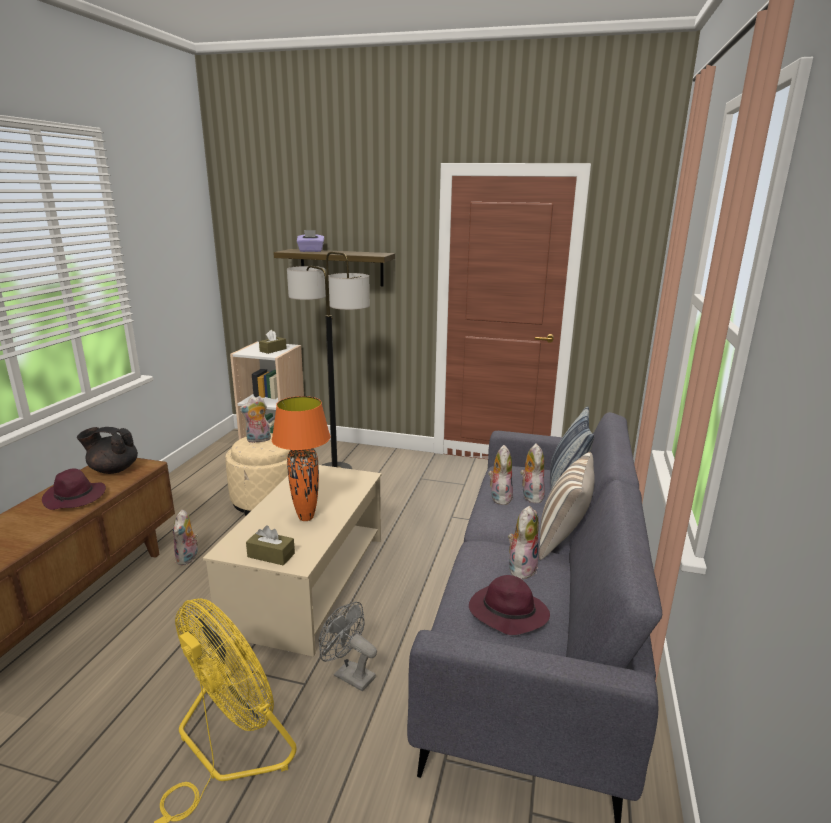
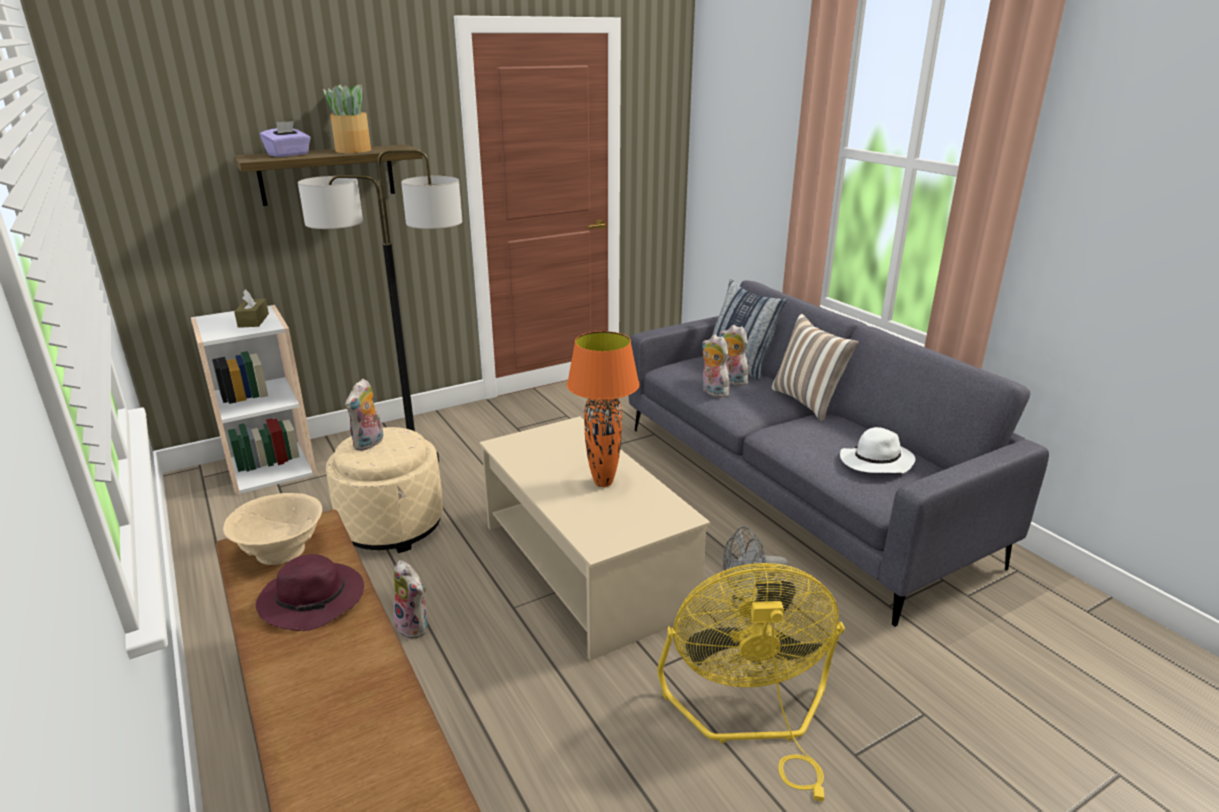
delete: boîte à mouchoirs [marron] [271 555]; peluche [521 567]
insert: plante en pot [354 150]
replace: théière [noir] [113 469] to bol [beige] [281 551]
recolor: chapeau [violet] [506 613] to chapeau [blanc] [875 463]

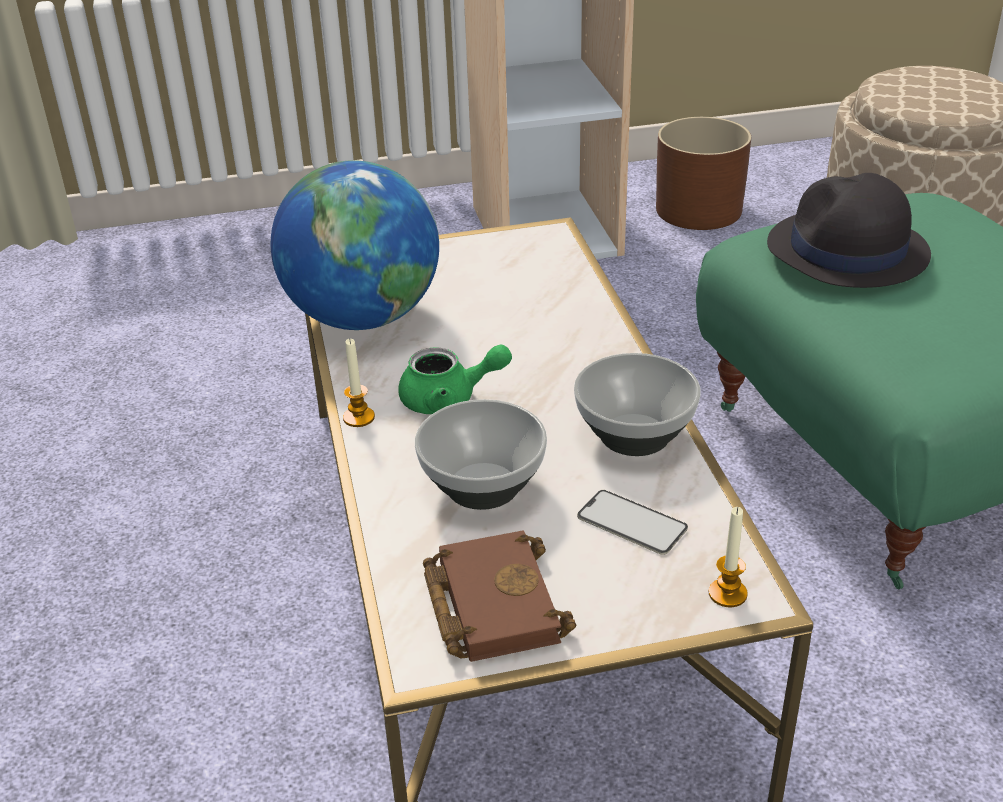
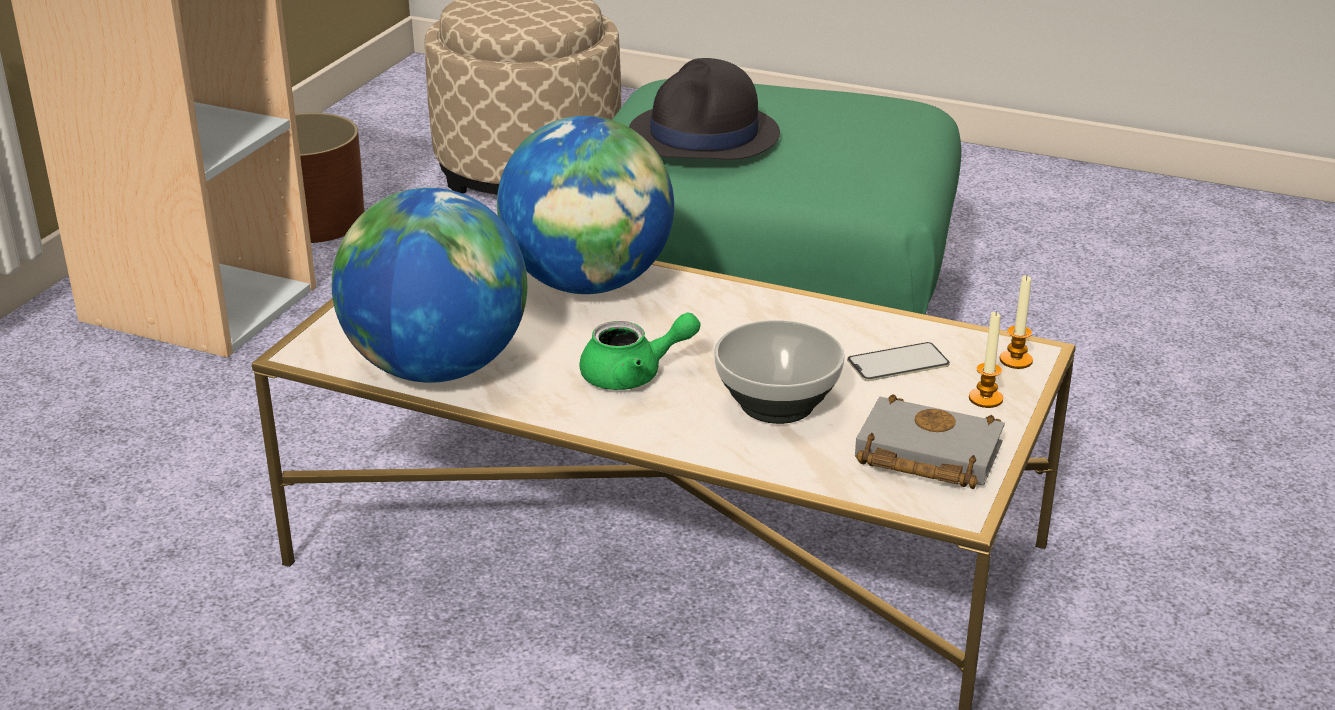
delete: bol [632 435]
insert: globe [588 283]
move: bougie [359 417] to [985 399]
recolor: livre [marron] [490 603] to livre [gris] [923 454]
rotate: théière [vert] [449 399] = [633 375] 45 degrees clockwise

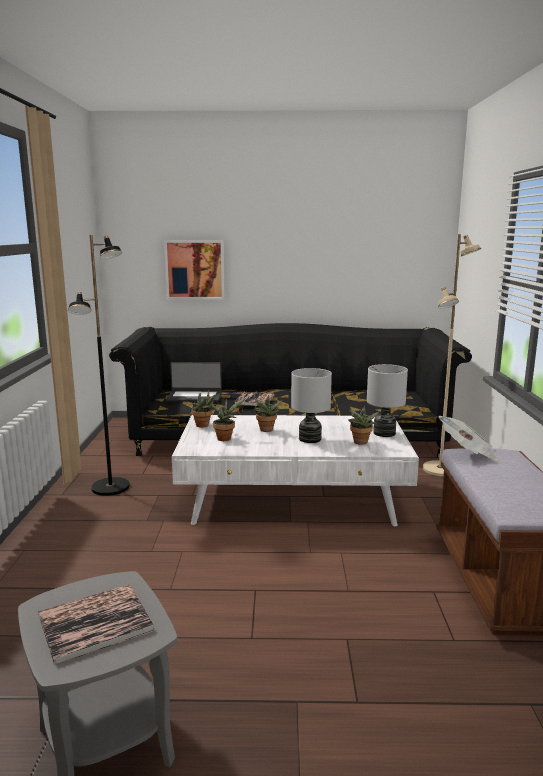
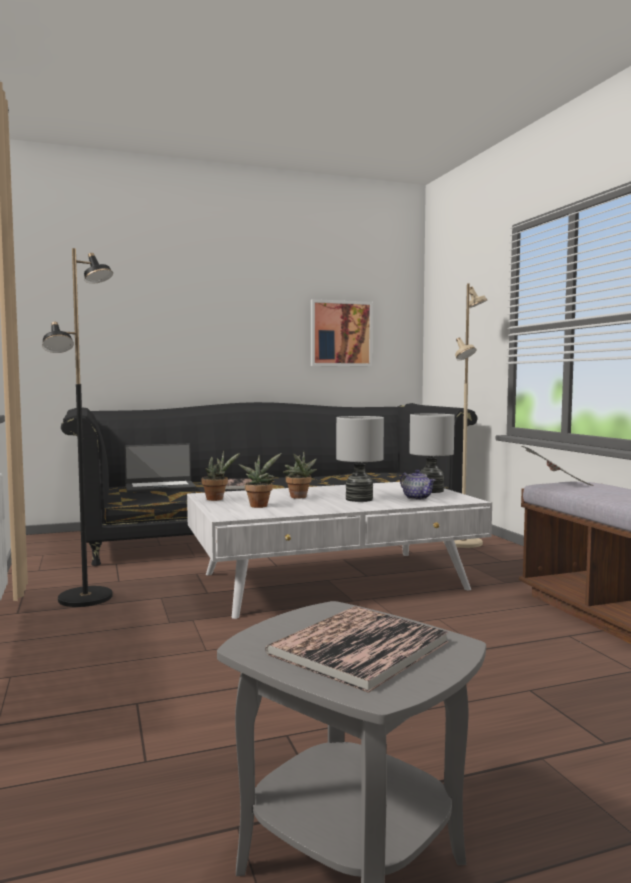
move: tableau [195 269] to [341 333]
replace: plante en pot [360 443] to théière [417 498]

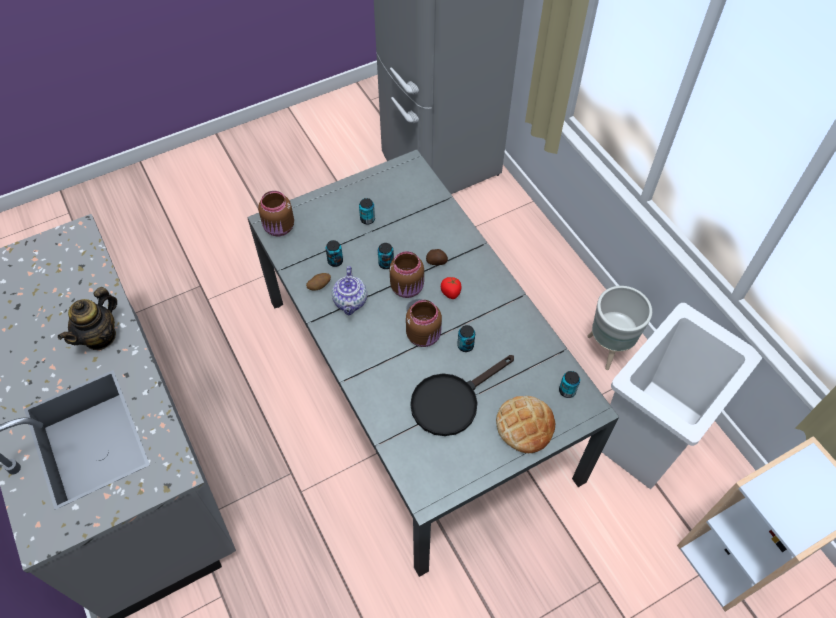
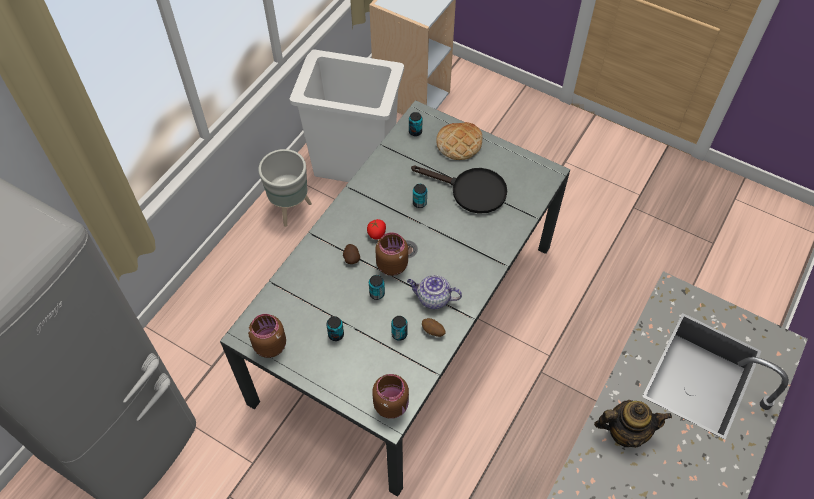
move: bocal [marron] [424 335] to [270 345]
rotate: théière [351 302] = [433 298] 135 degrees counterclockwise

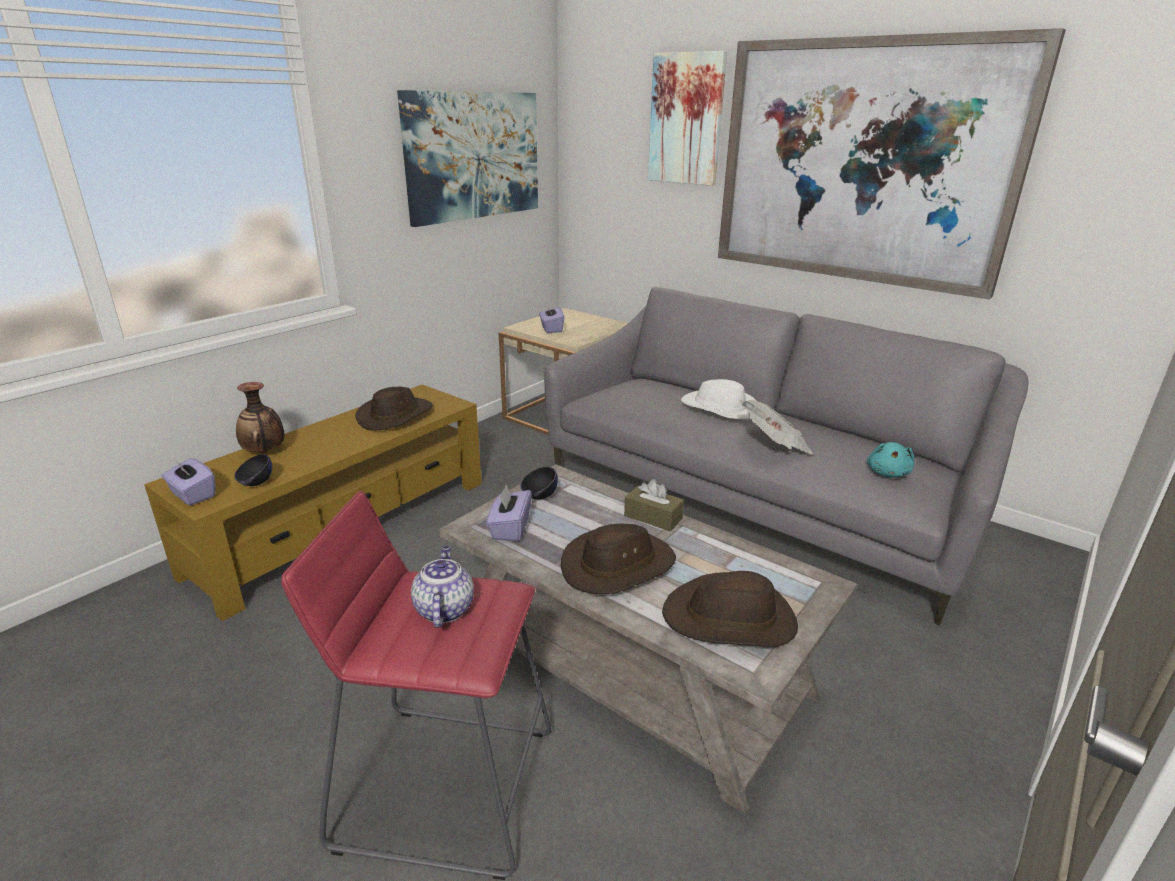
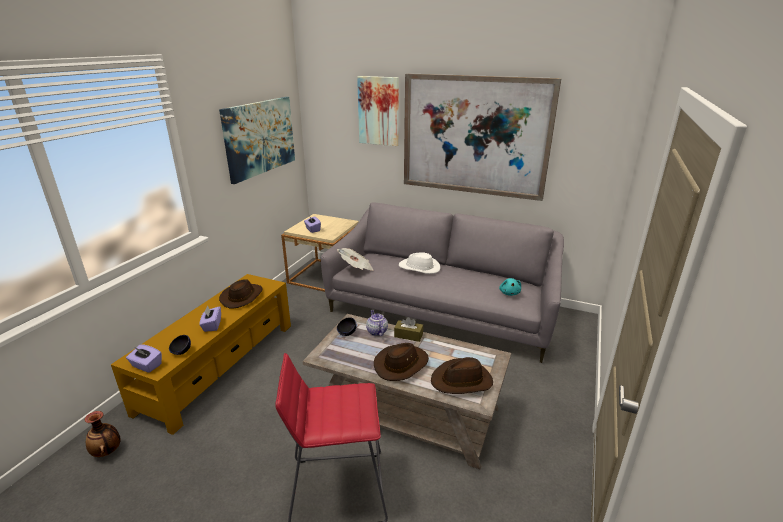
move: vase [265 452] to [107 451]; boîte à mouchoirs [violet] [510 528] to [212 325]; journal [774 445] to [356 268]; théière [443 609] to [376 331]

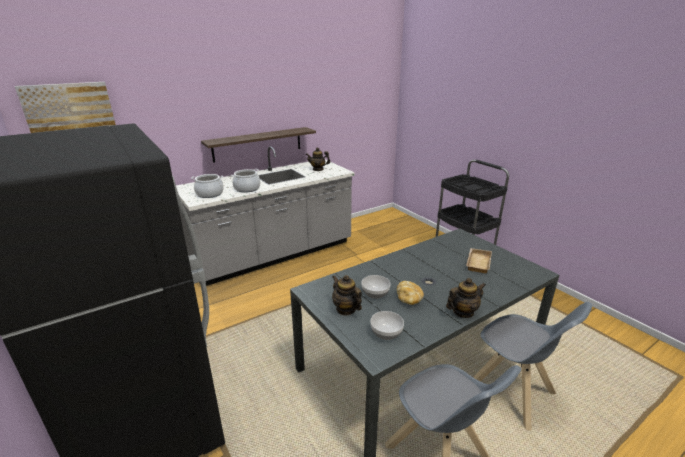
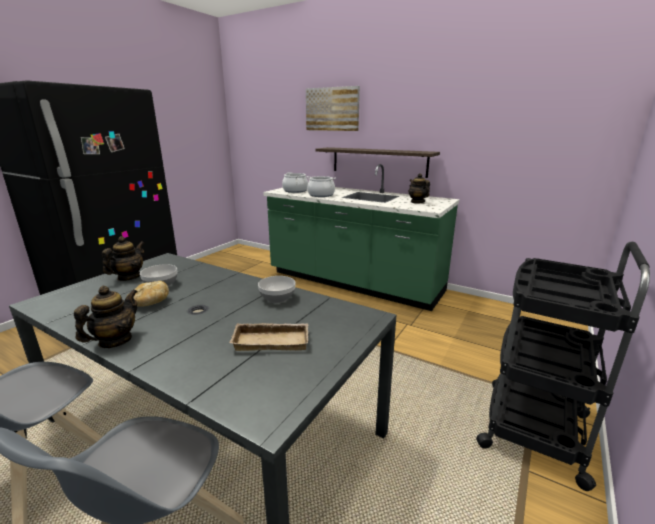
move: bol [385 333] to [277 298]; tableau [69 109] to [332 109]
recolor: comptoir de cuisine [gris] [274 255] to comptoir de cuisine [vert] [354 282]
rotate: théière [463 312] = [115 341] 105 degrees counterclockwise

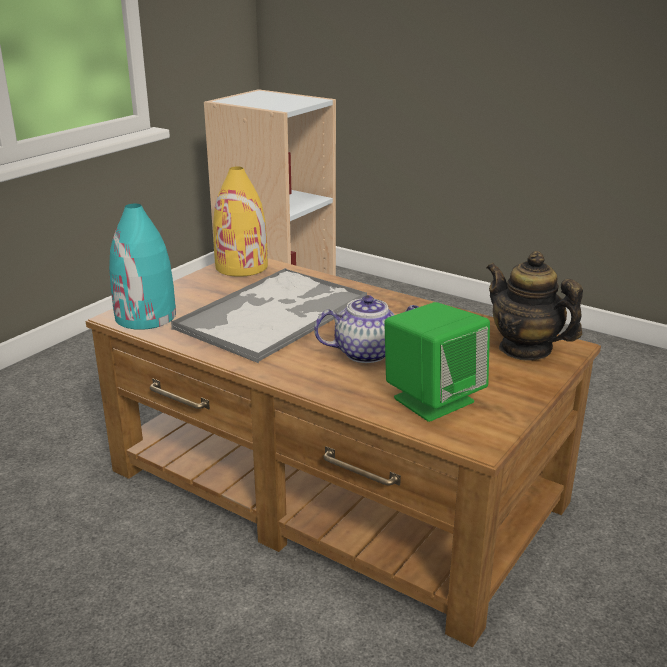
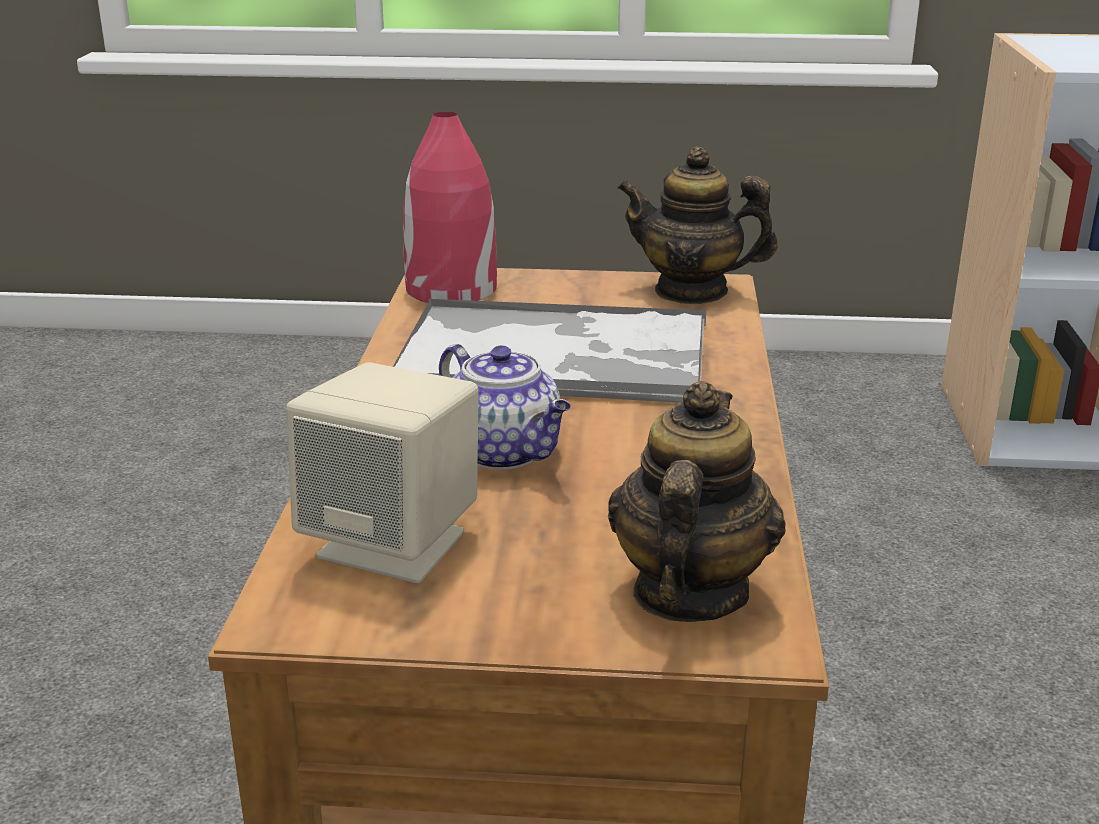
replace: vase [jaune] [242 267] to théière [691 291]
recolor: enceinte [vert] [433 399] to enceinte [beige] [394 544]; vase [turquoise] [145 317] to vase [rouge] [450 289]

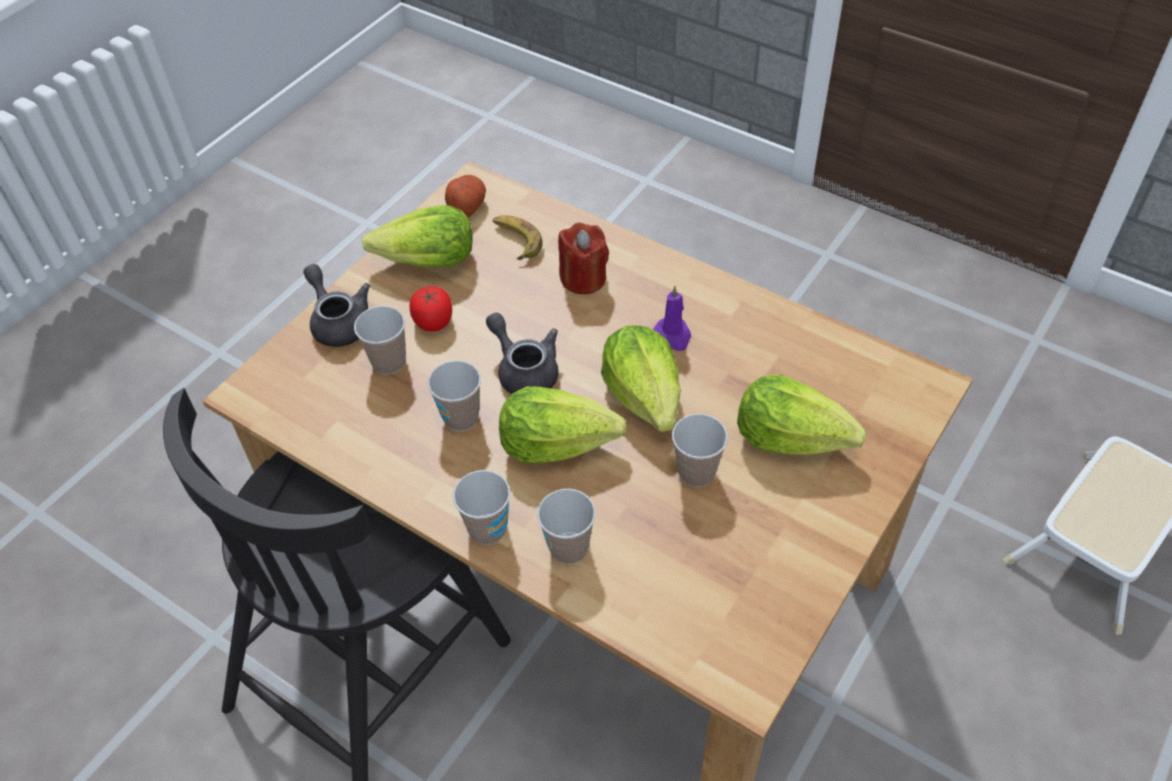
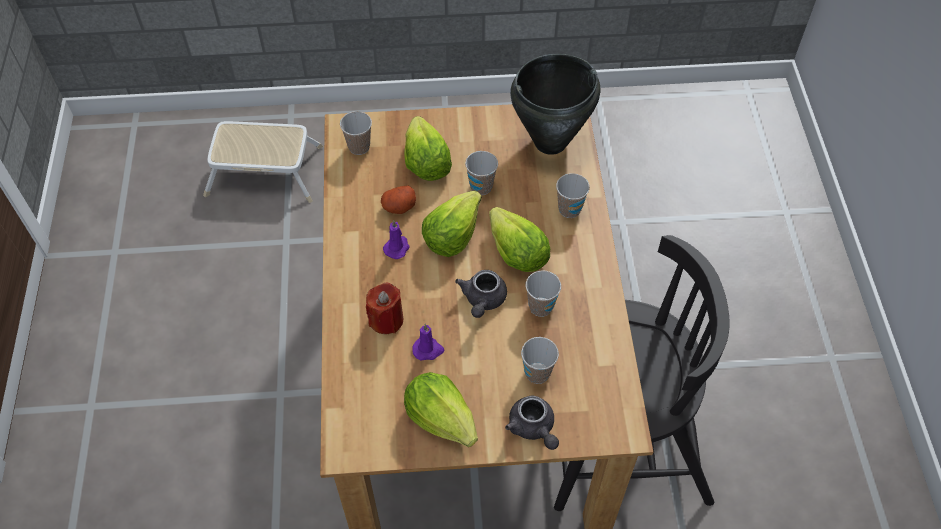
delete: tomate [433 321]; banane [516 240]
insert: bougie [violet] [428 350]; marmite [noir] [551 142]
move: tasse [487 529] to [359 147]; pomme de terre [466 206] to [399 207]
rotate: théière [gris] [338 321] = [533 428] 45 degrees counterclockwise

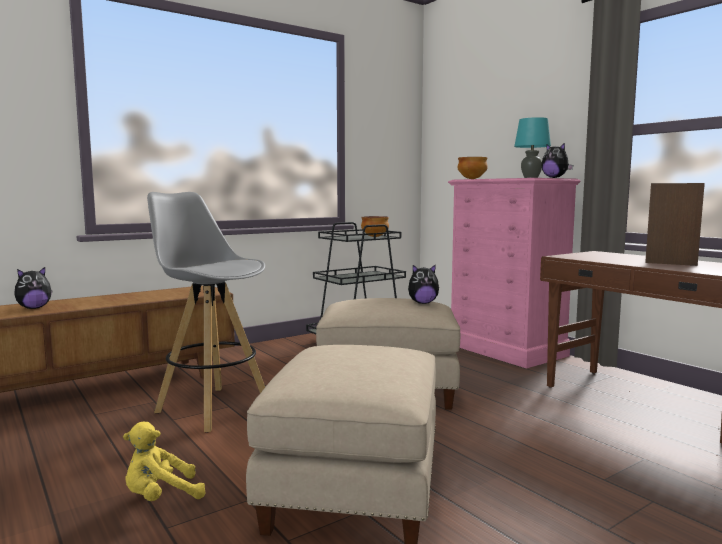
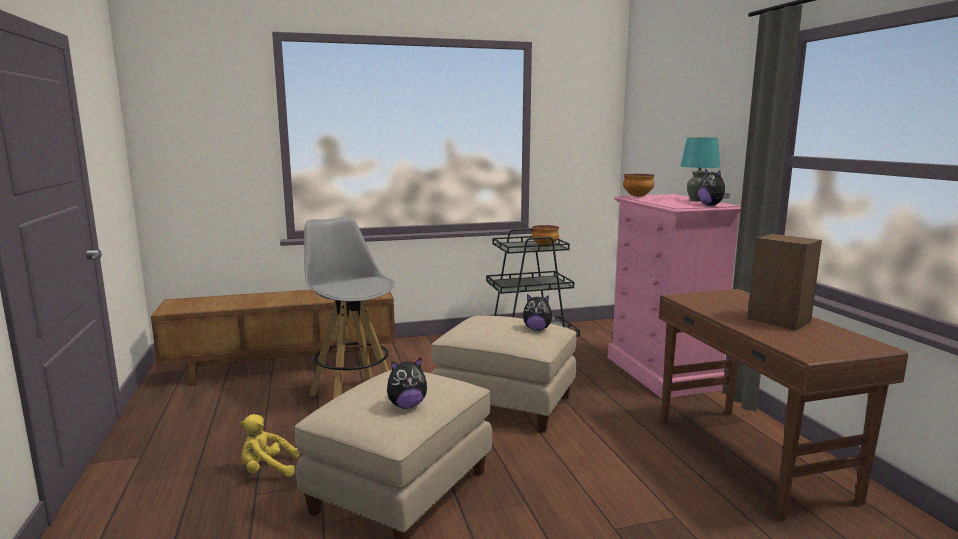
move: peluche [34 308] to [407 405]

